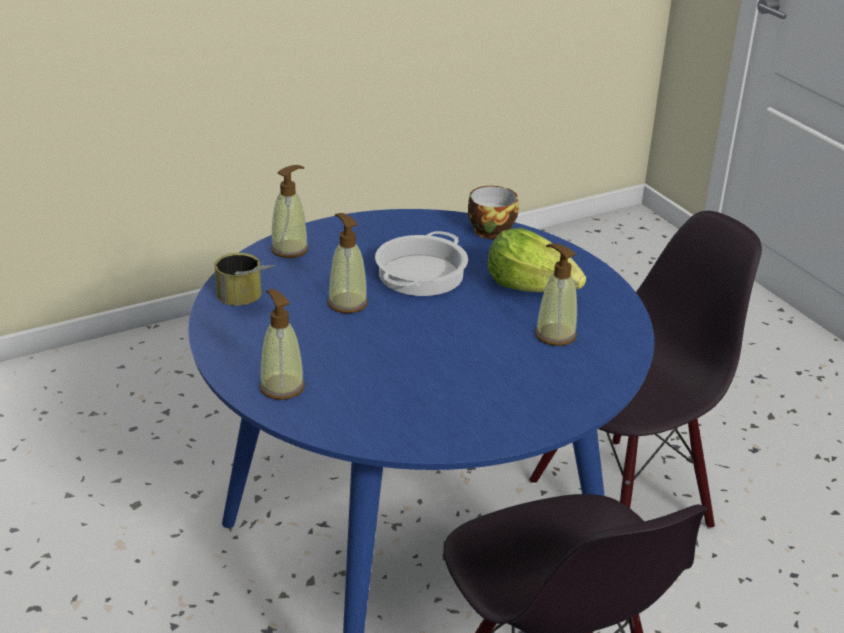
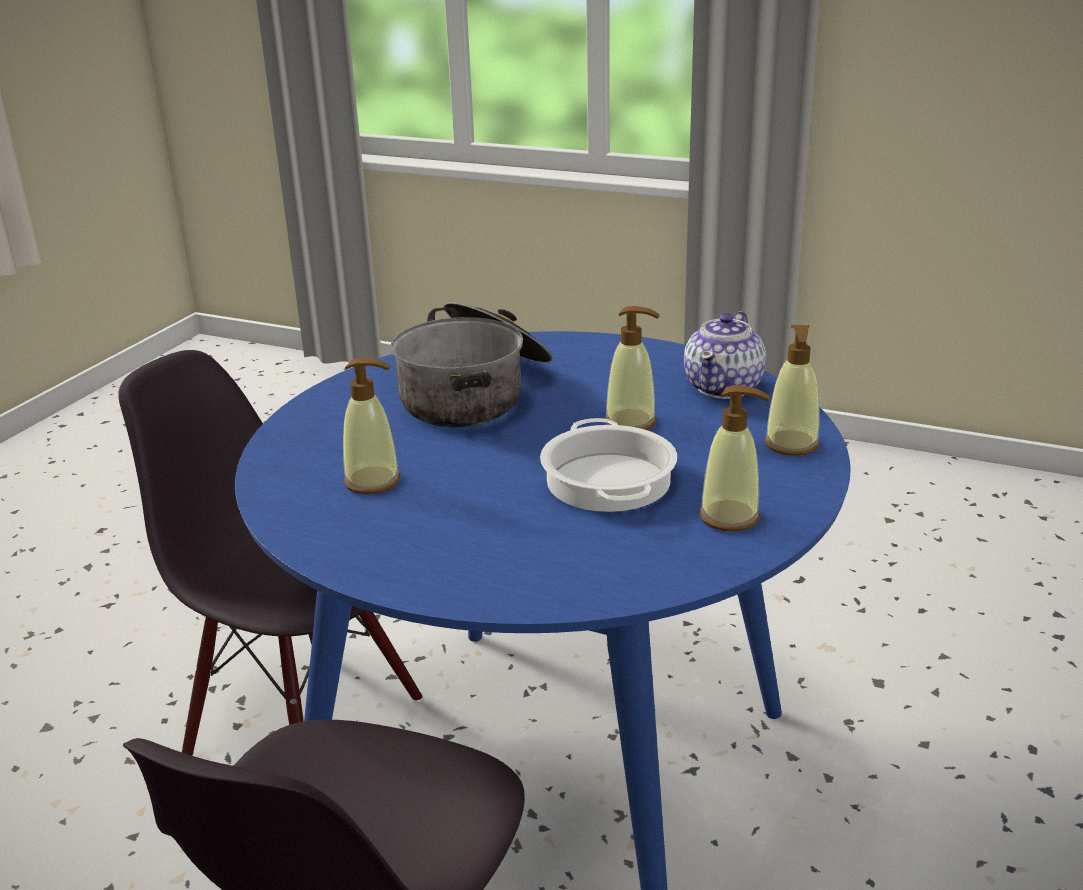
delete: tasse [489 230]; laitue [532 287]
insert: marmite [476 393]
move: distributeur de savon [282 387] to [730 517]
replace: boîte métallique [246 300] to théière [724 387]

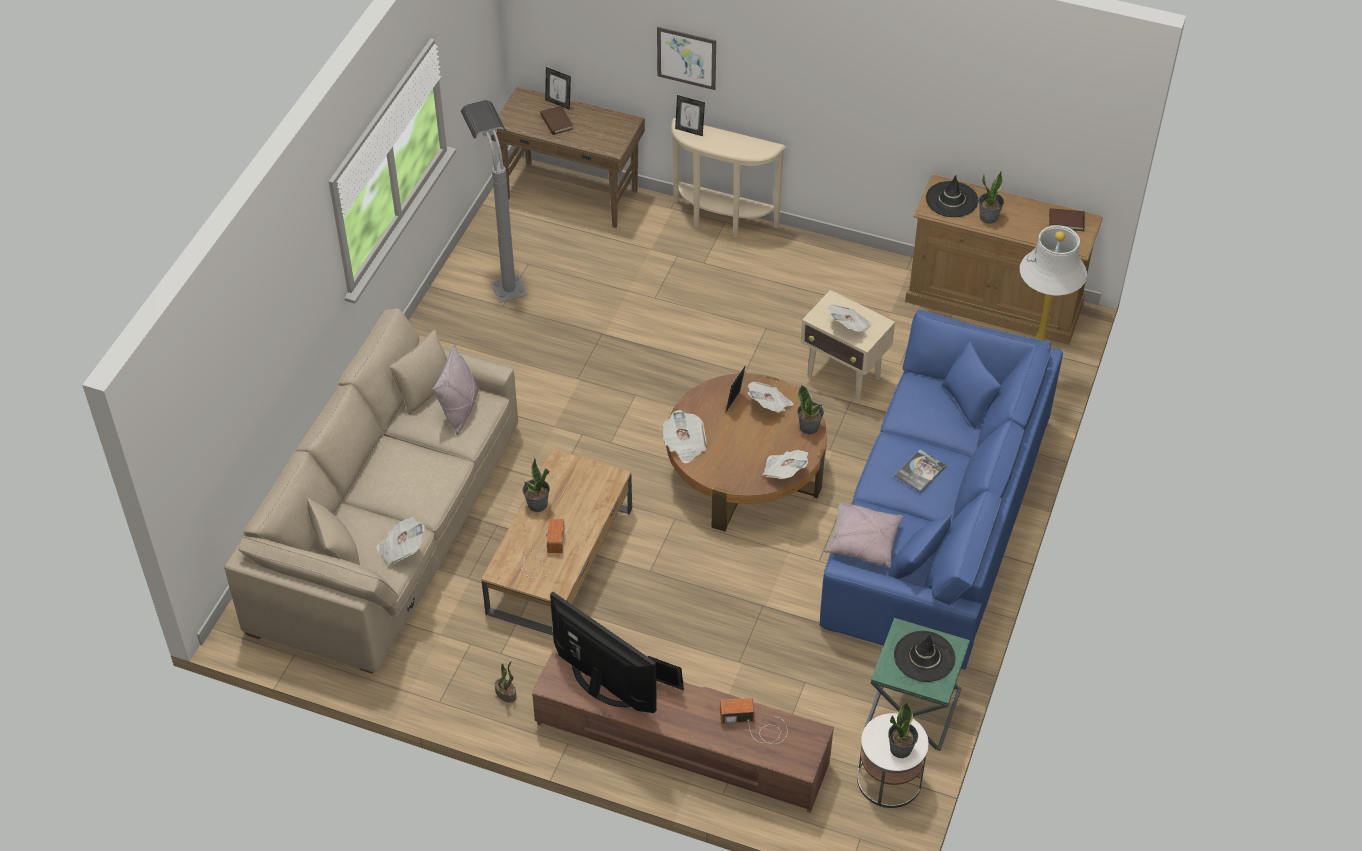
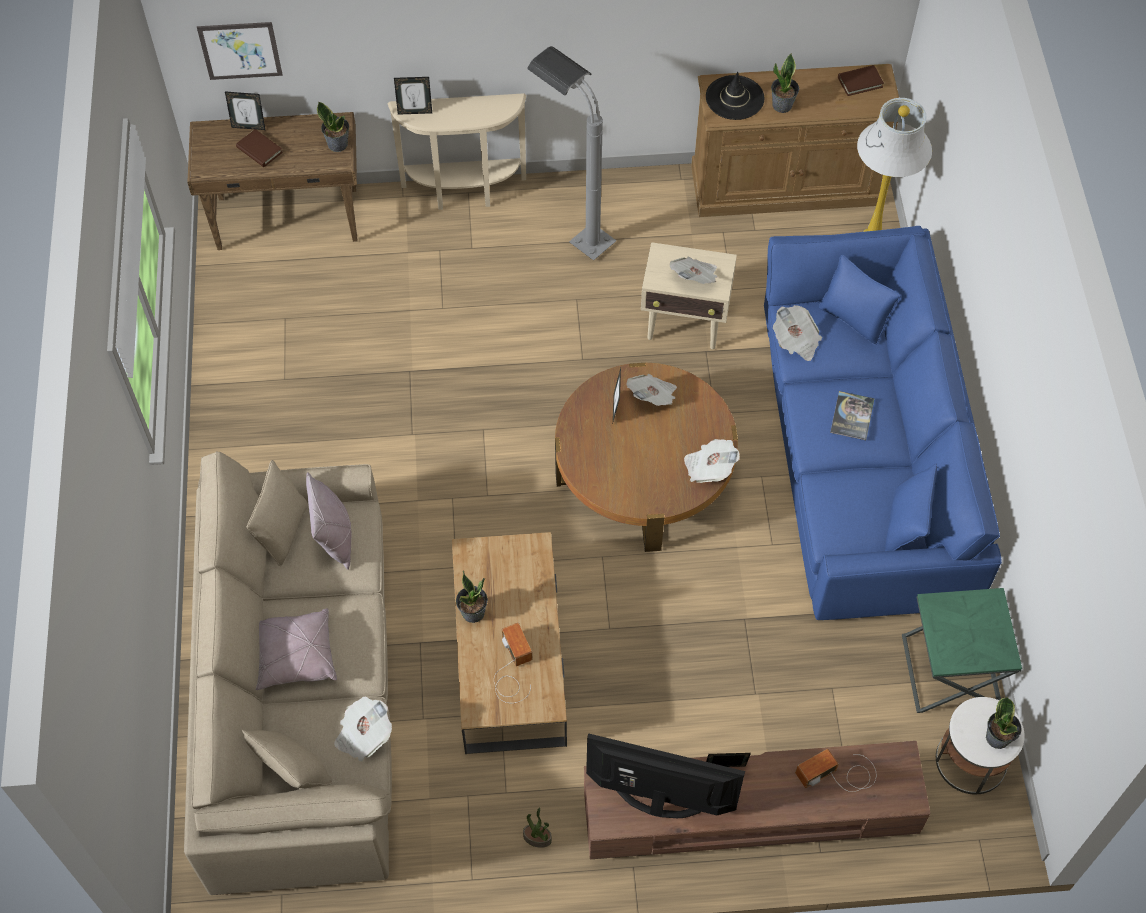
delete: chapeau [noir] [924 657]
move: tableau [686 58] to [240 50]; coussin [violet] [862 542] to [295 656]; plante en pot [809 427] to [338 144]; lampadaire [gris] [501 277] to [574 231]; journal [684 445] to [796 341]

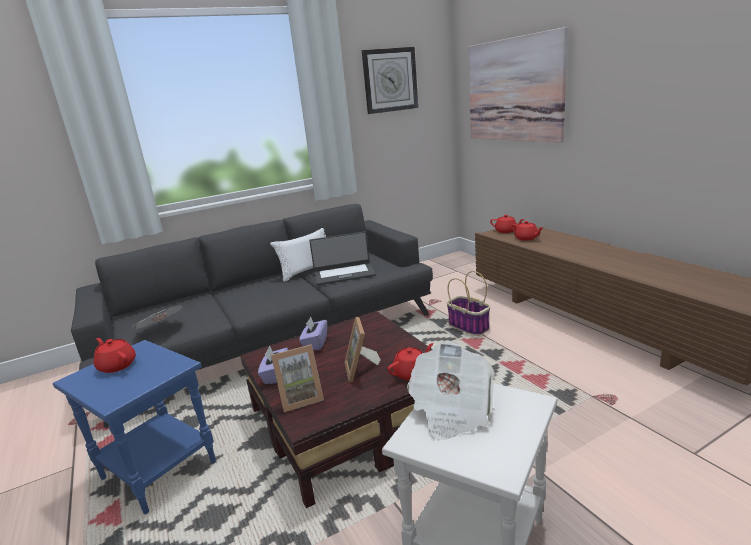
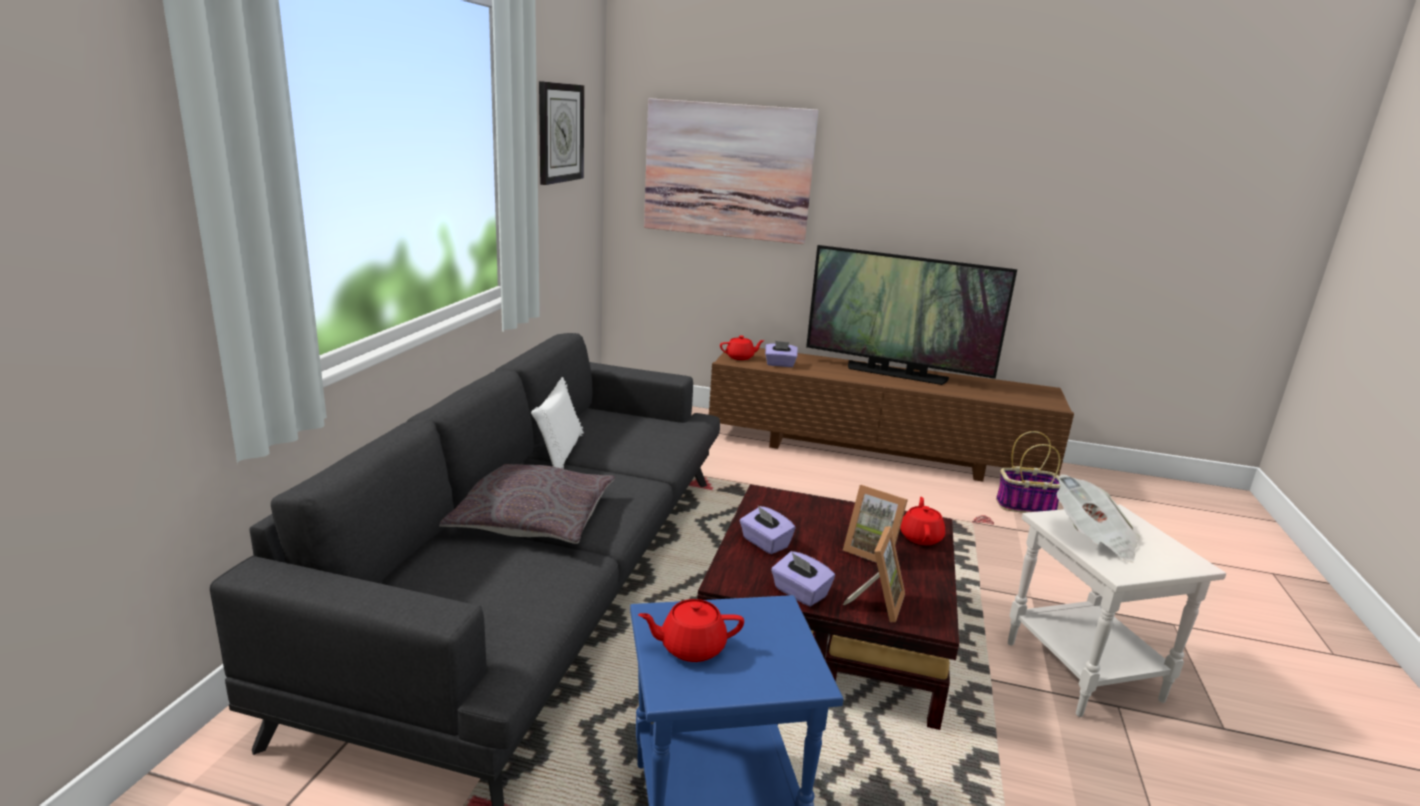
delete: journal [161 330]; ordinateur portable [344 274]
insert: coussin [gris] [531 518]; téléviseur [896 374]
move: panier [469 326] to [1026 506]
replace: théière [rouge] [526 238] to boîte à mouchoirs [violet] [780 364]

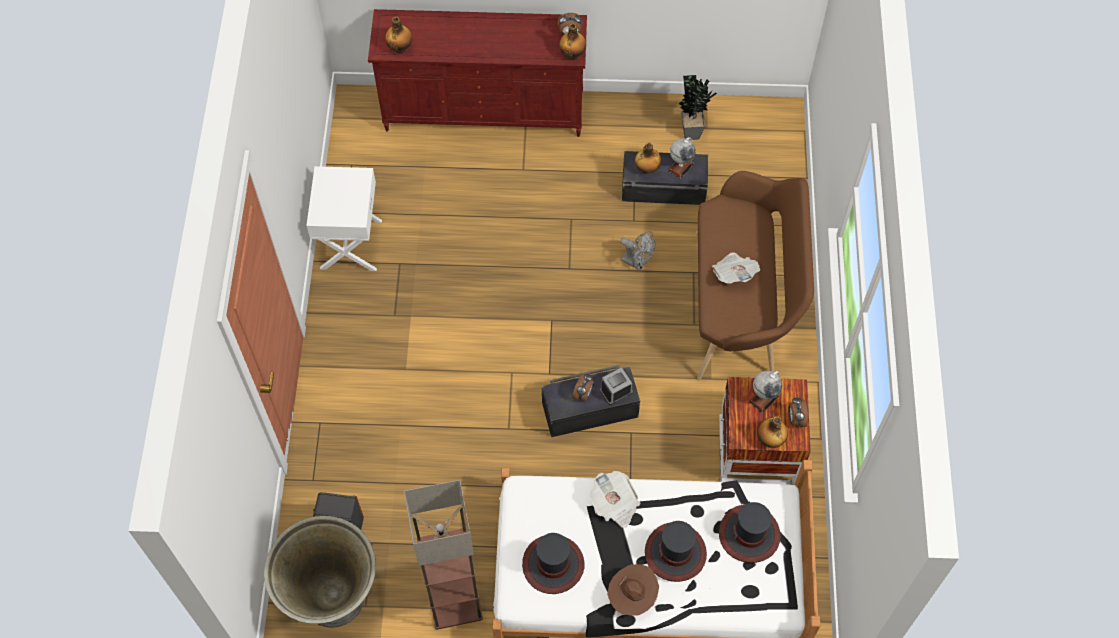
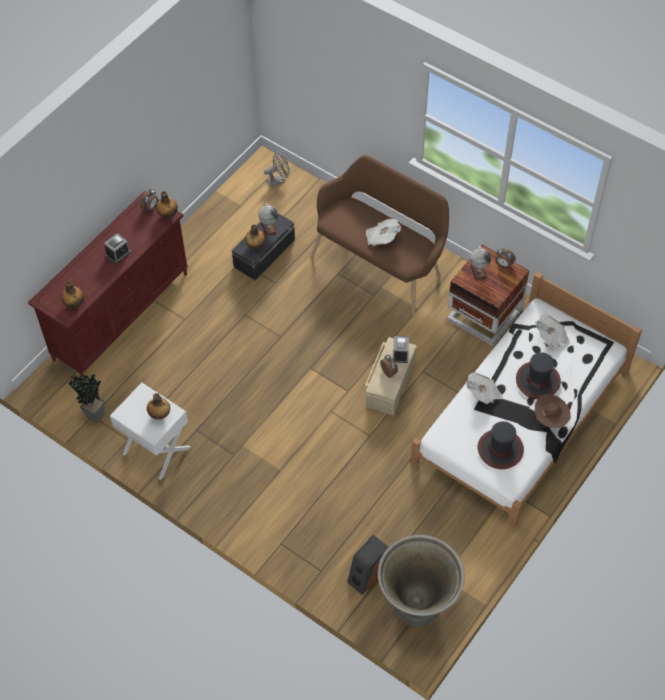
delete: lampadaire [453 601]
insert: réveil [118 253]
move: plante en pot [692 130] to [94 412]; bouteille [770 440] to [160 415]; ventilateur [gris] [637 262] to [278 180]
replace: chapeau [749 534] to journal [551 337]
recolor: boîte de rangement [noir] [589 409] to boîte de rangement [beige] [389 383]

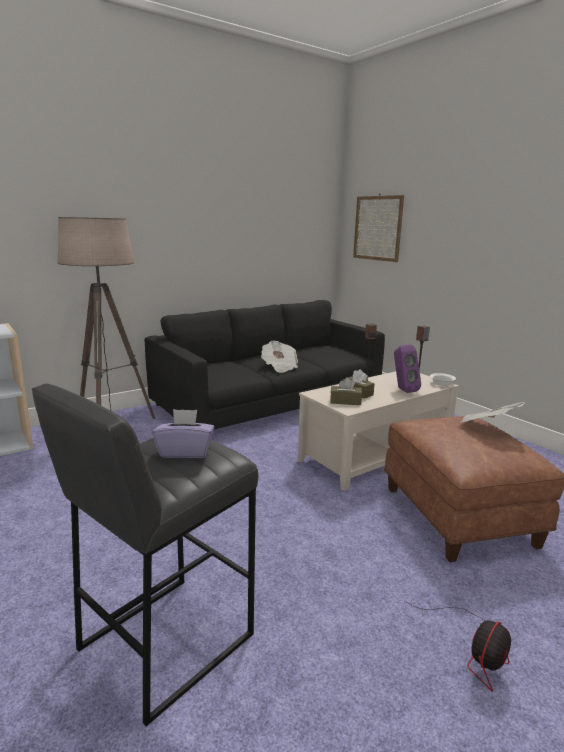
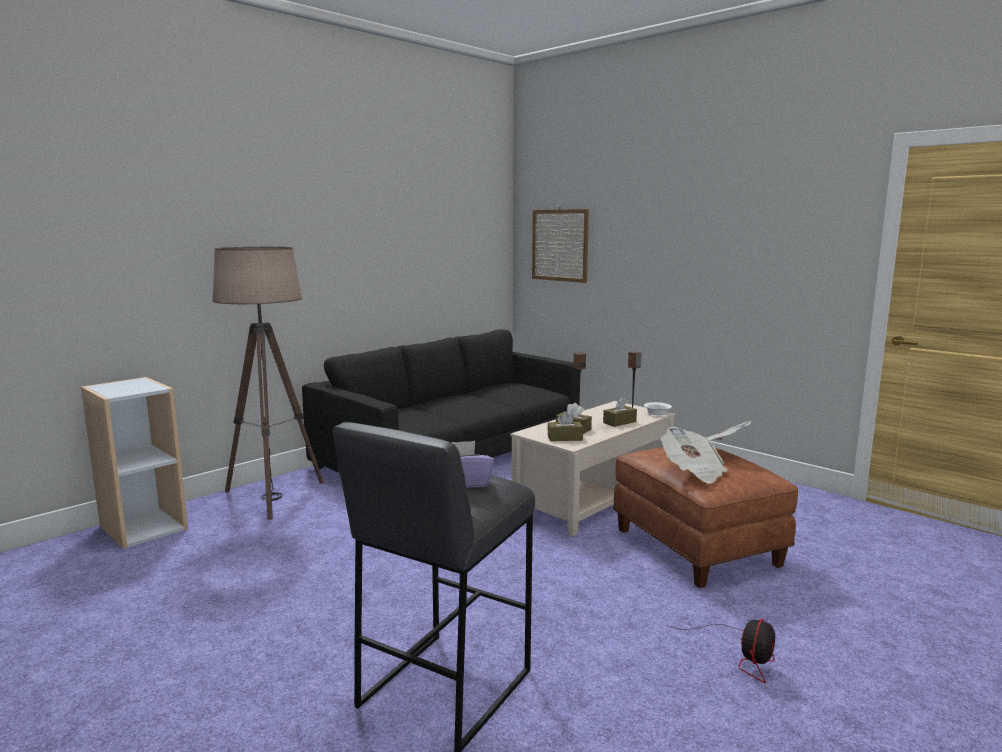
move: journal [279 367] to [692 471]
replace: enceinte [violet] [403 390] to boîte à mouchoirs [marron] [619 422]

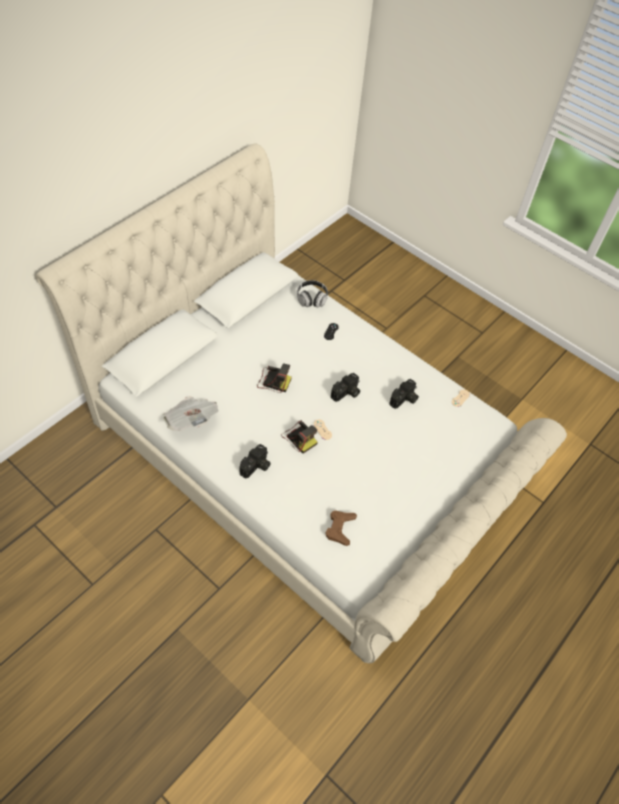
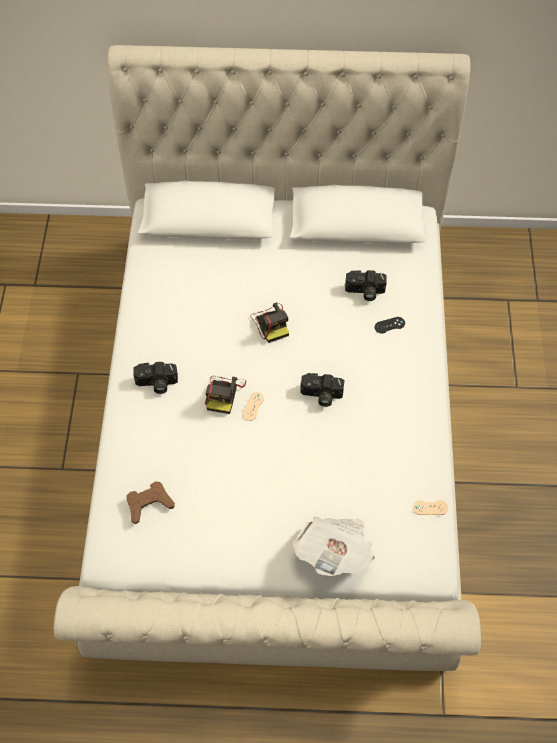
delete: casque audio [311 299]
move: journal [191 421] to [335 551]; appareil photo [404 400] to [364 292]

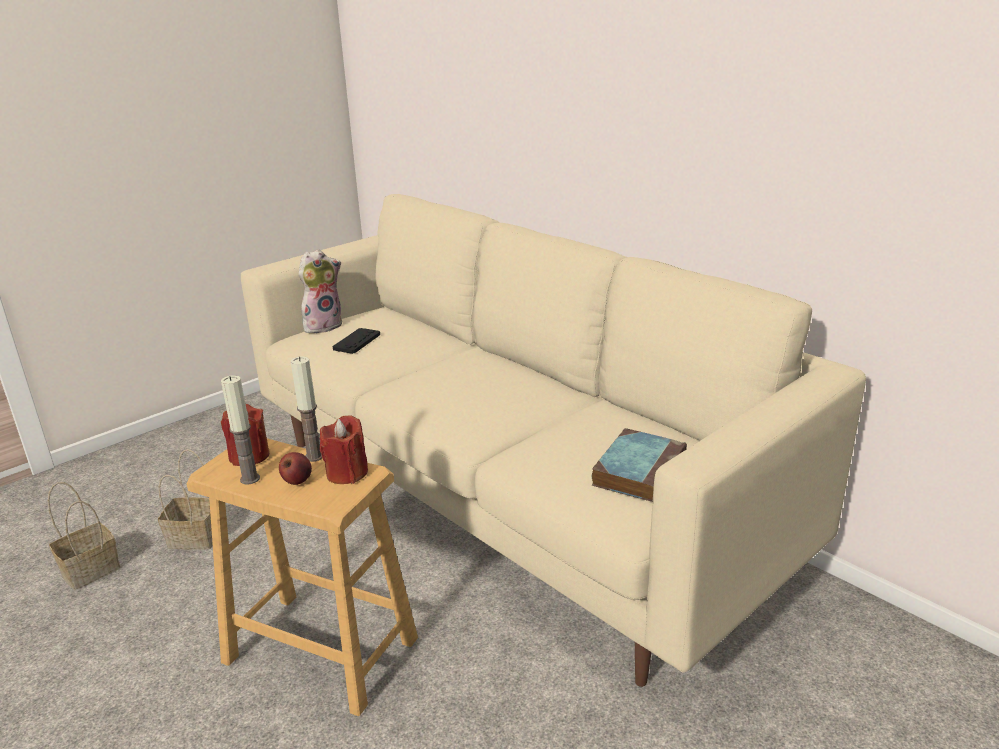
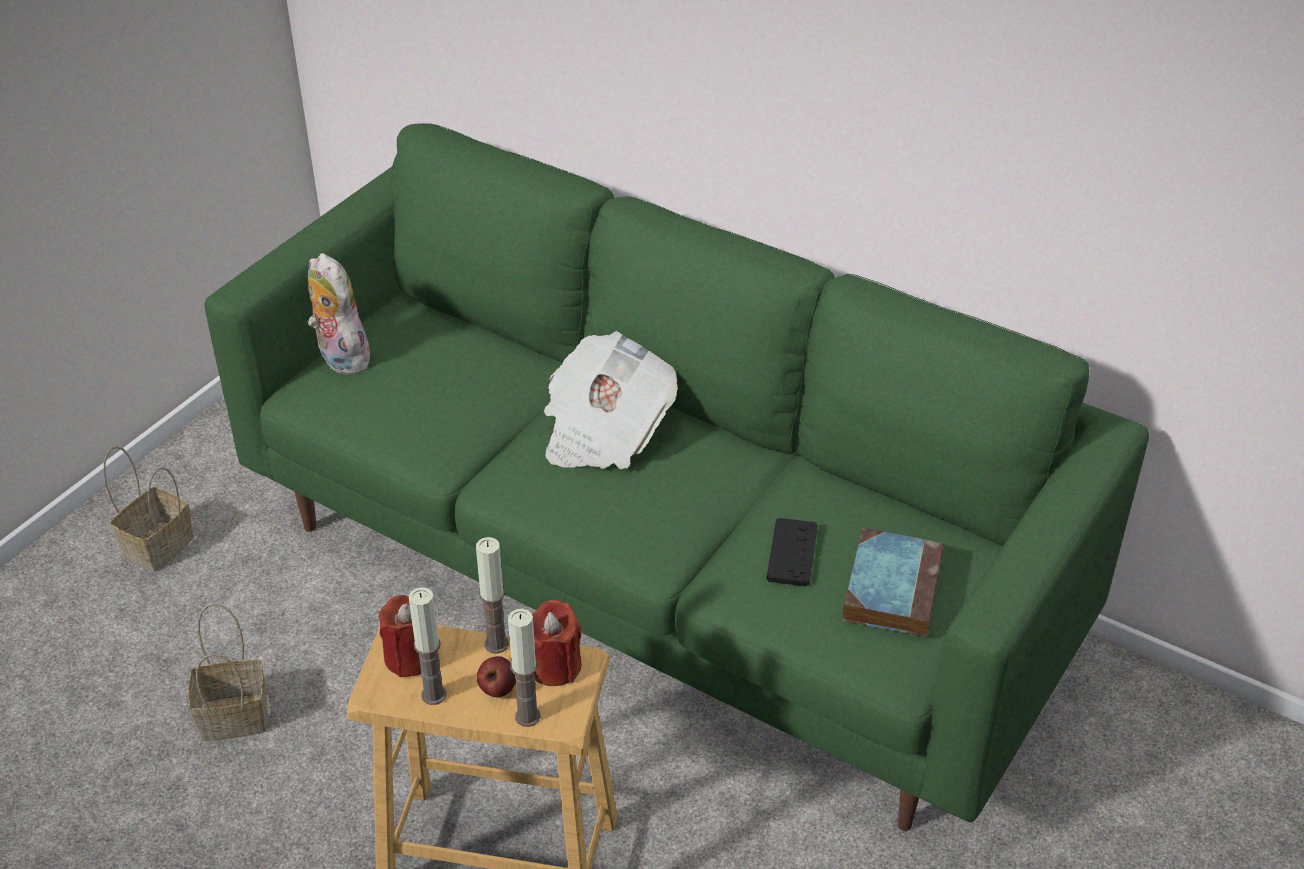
insert: bougie [527 716]; journal [604 431]
move: panier [92 569] to [158 544]; manette [noir] [357 342] to [792 553]
recolor: canapé [beige] [506 500] to canapé [vert] [656 582]
rotate: peluche [323 325] = [339 358] 75 degrees counterclockwise

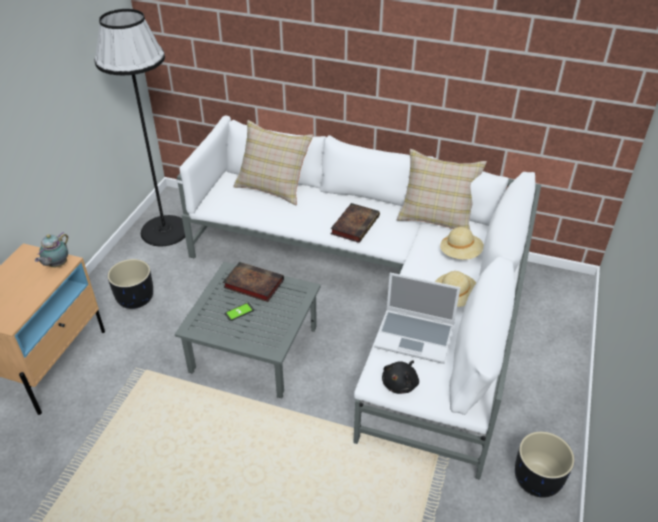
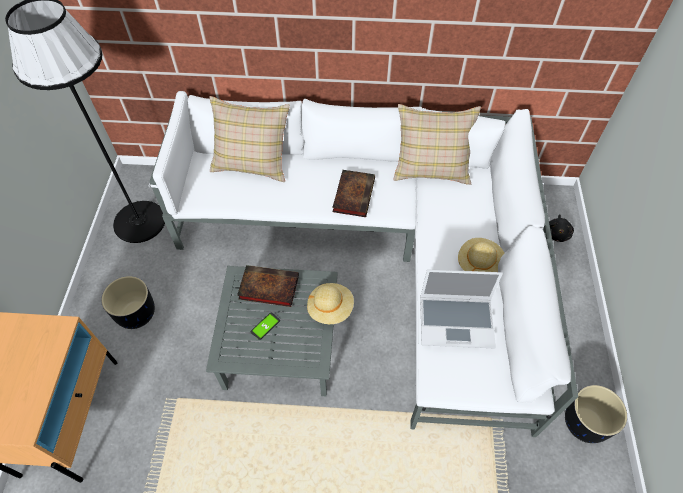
delete: théière [57 265]
move: chapeau [beige] [460 254] to [330 308]; peluche [noir] [400 383] to [557 233]

